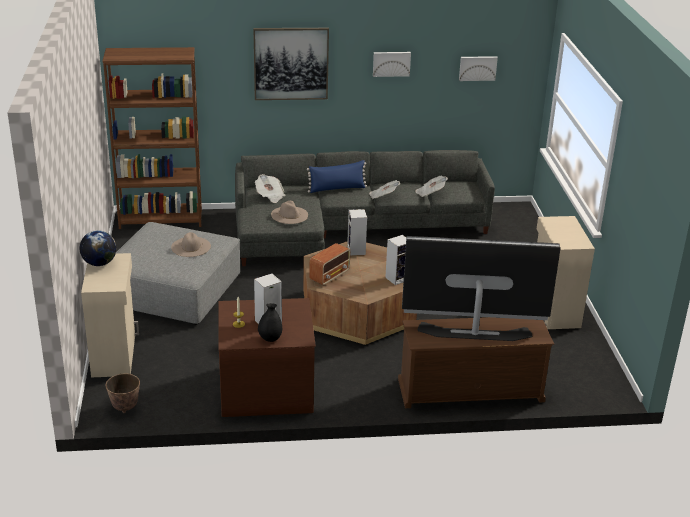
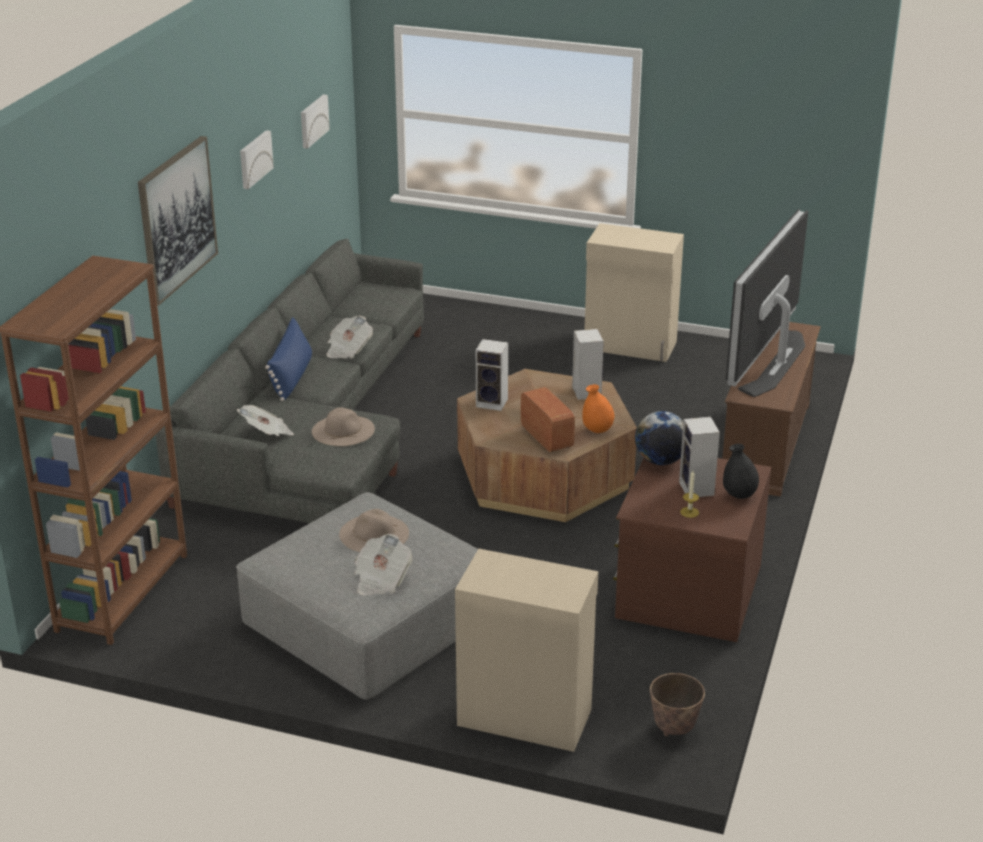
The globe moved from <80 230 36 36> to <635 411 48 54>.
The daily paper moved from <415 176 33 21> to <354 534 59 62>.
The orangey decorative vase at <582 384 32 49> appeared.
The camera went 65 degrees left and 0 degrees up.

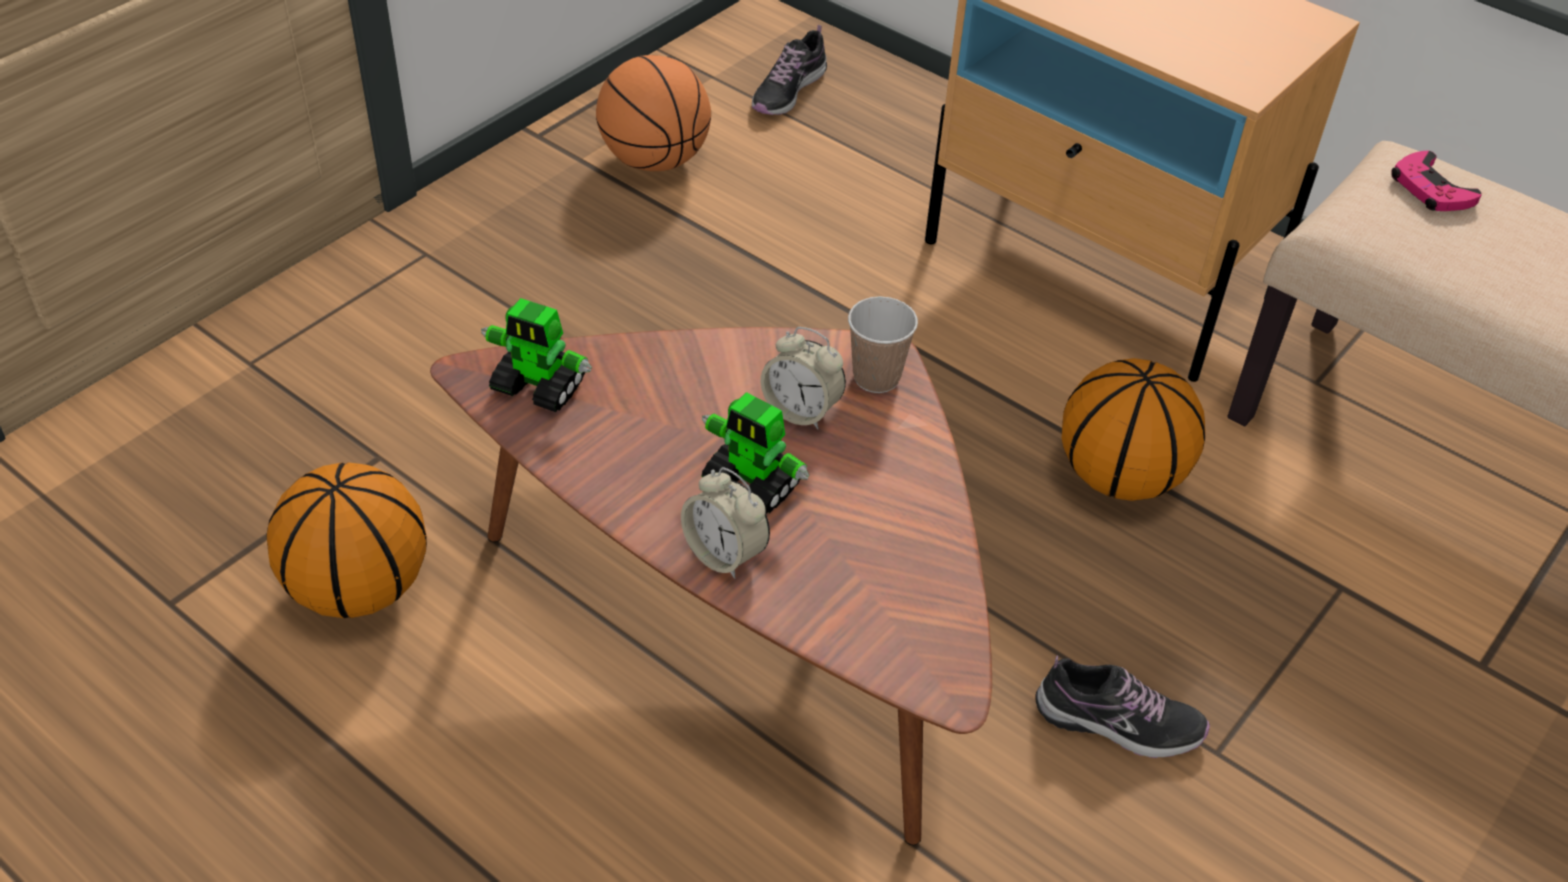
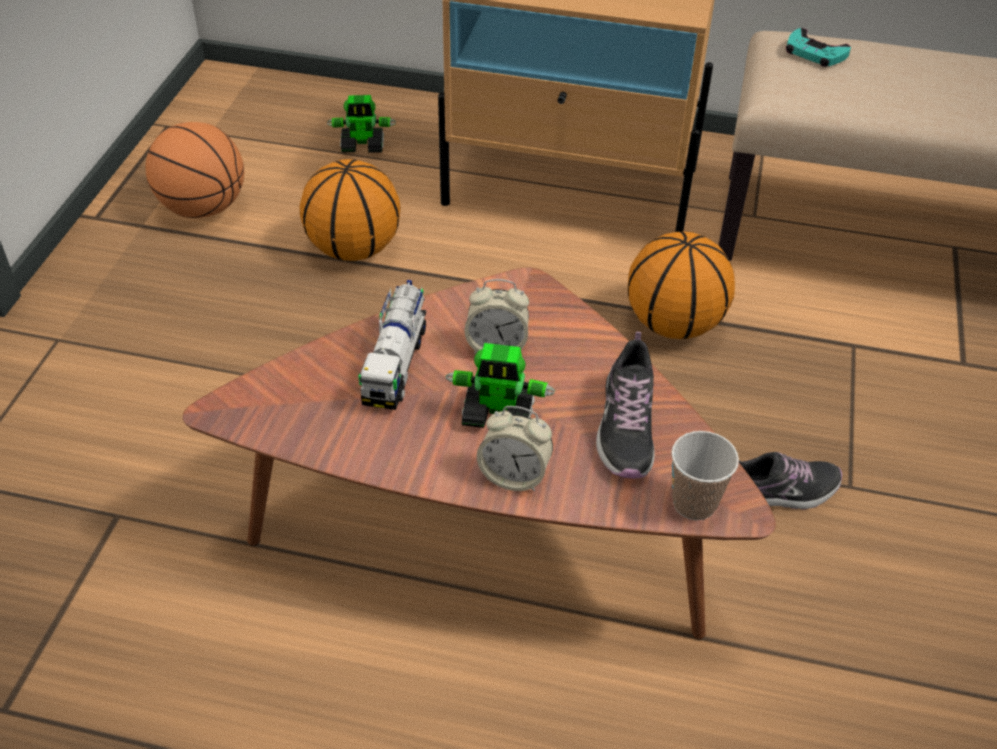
The basketball ball moved from <266 462 161 156> to <300 159 101 102>.
The robot figure moved from <481 298 111 114> to <327 95 69 58>.
The shoe moved from <752 25 75 90> to <596 332 58 147>.
The cup moved from <848 296 70 97> to <671 431 68 89>.
The pinkish game controller at <1391 151 91 60> became the blue-green game controller at <786 28 65 39>.
The toy lorry at <358 280 68 130> appeared.
The camera went 25 degrees left and 0 degrees up.

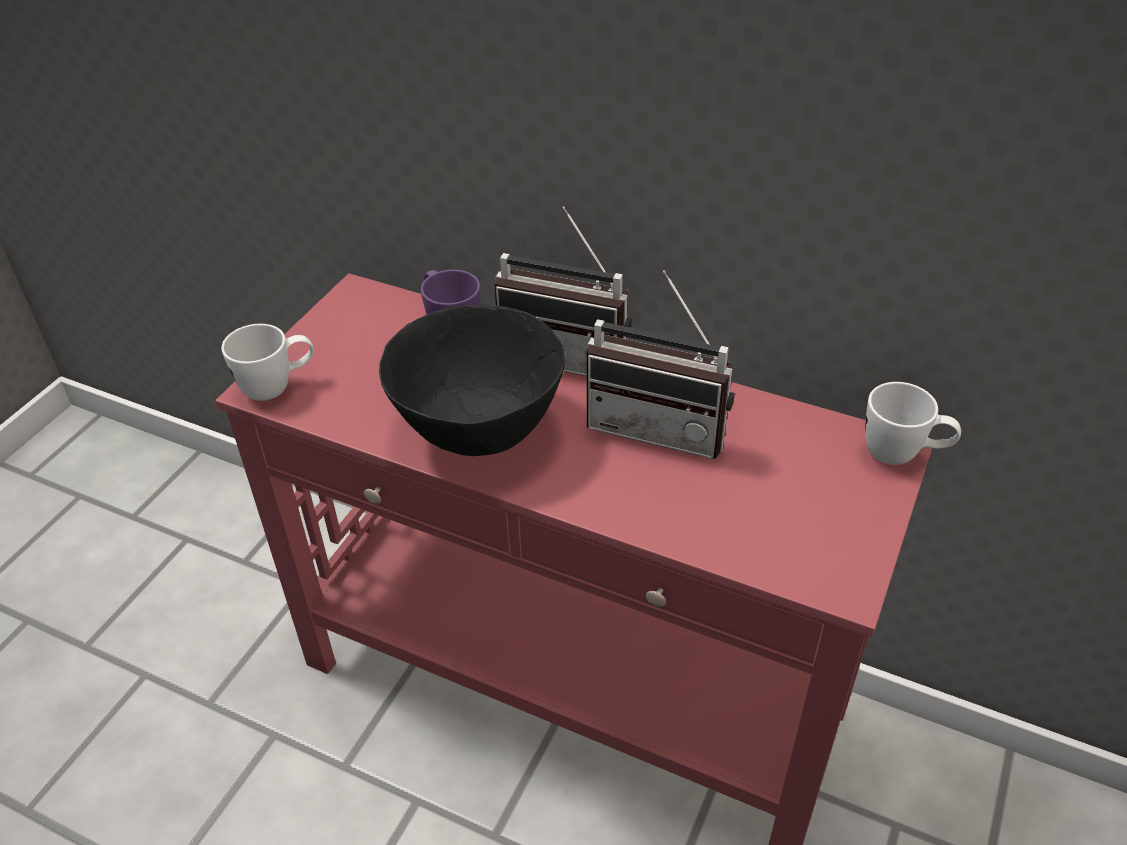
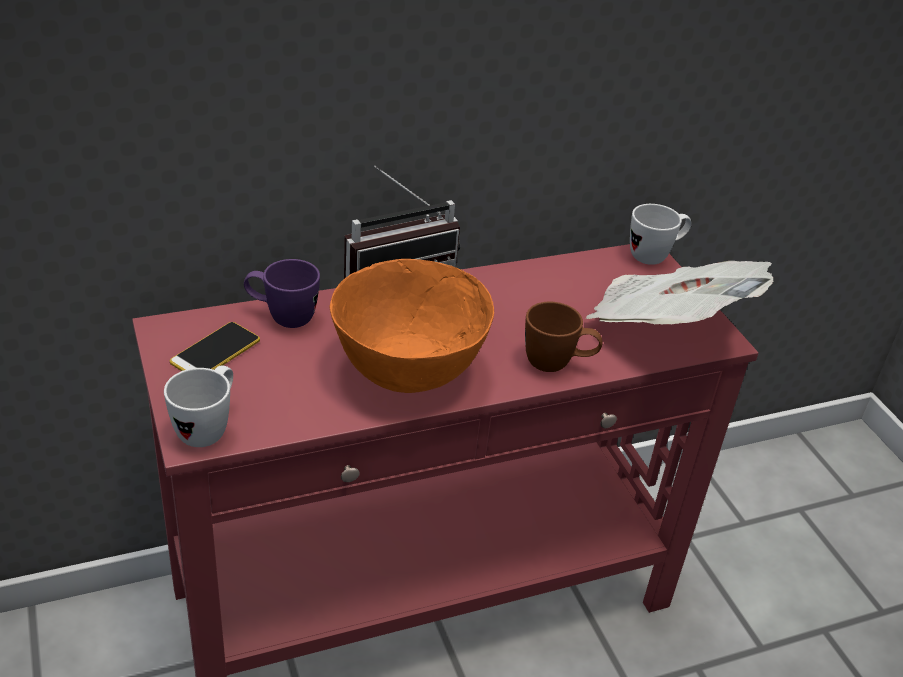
The black-coloured serving bowl at <379 305 187 151> became the orangey serving bowl at <329 259 165 134>.
The radio receiver at <587 270 148 189> disappeared.
The phone at <170 322 90 49> appeared.
The brown tea mug at <525 302 78 70> appeared.
The daily paper at <585 261 188 64> appeared.
The camera went 50 degrees left and 5 degrees down.

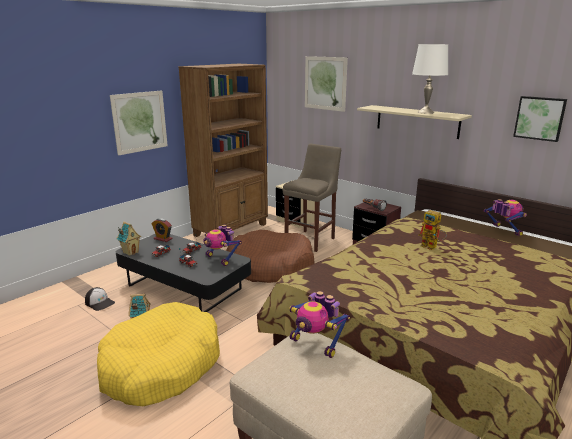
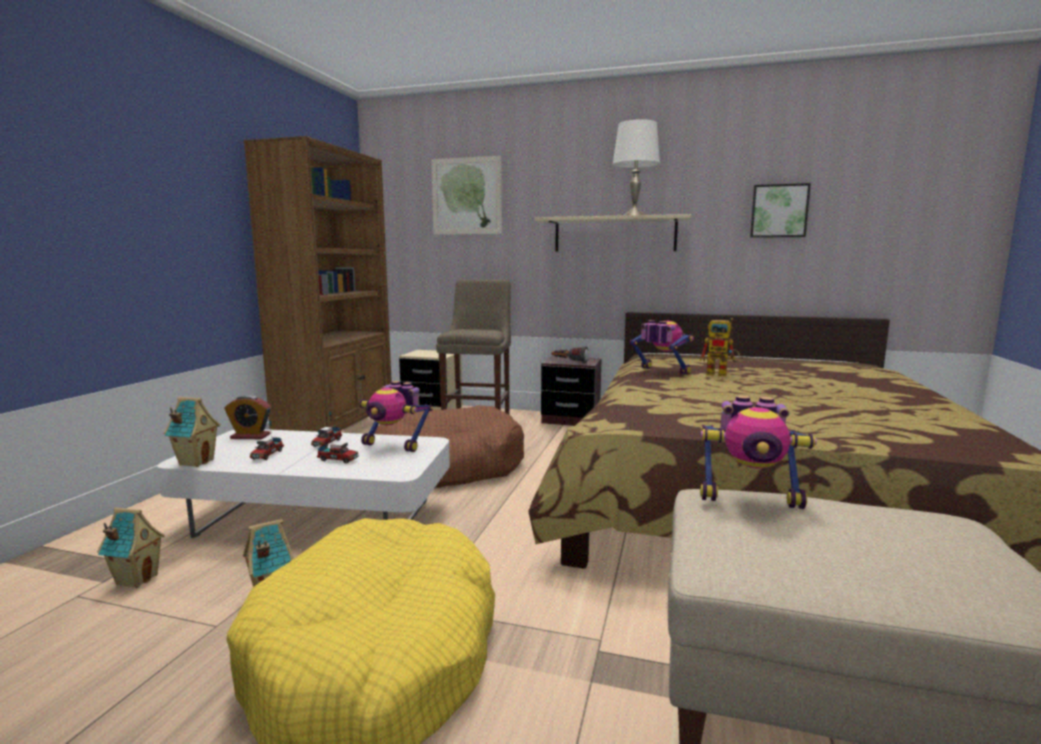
The peaked cap at <85 287 30 24> was replaced by the toy house at <97 507 68 81>.
The picture at <110 90 58 66> disappeared.
The black-coloured coffee table at <116 234 135 78> became the whitish coffee table at <157 429 293 109>.
The robot figure moved from <484 199 43 38> to <629 320 65 55>.
The camera went 25 degrees left and 10 degrees down.

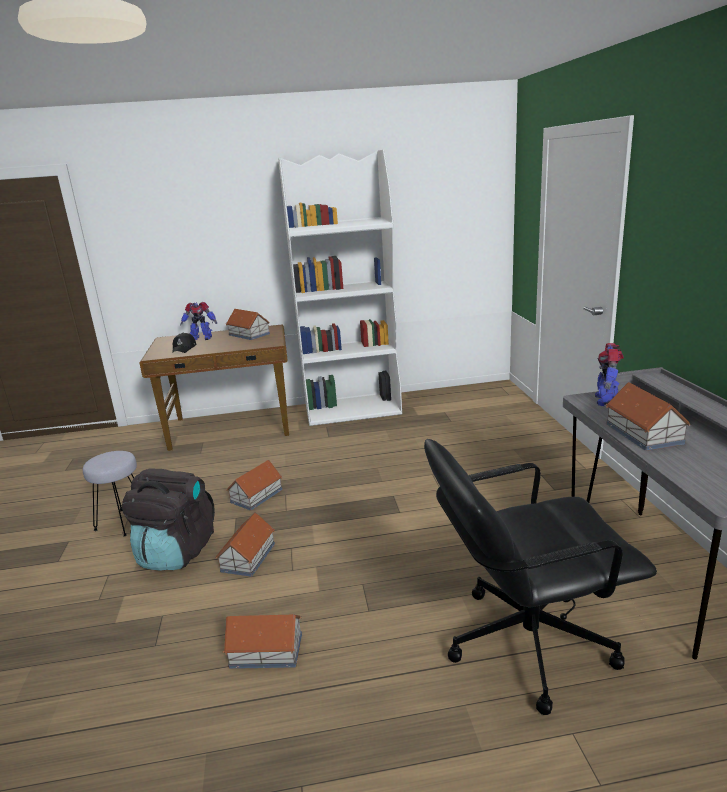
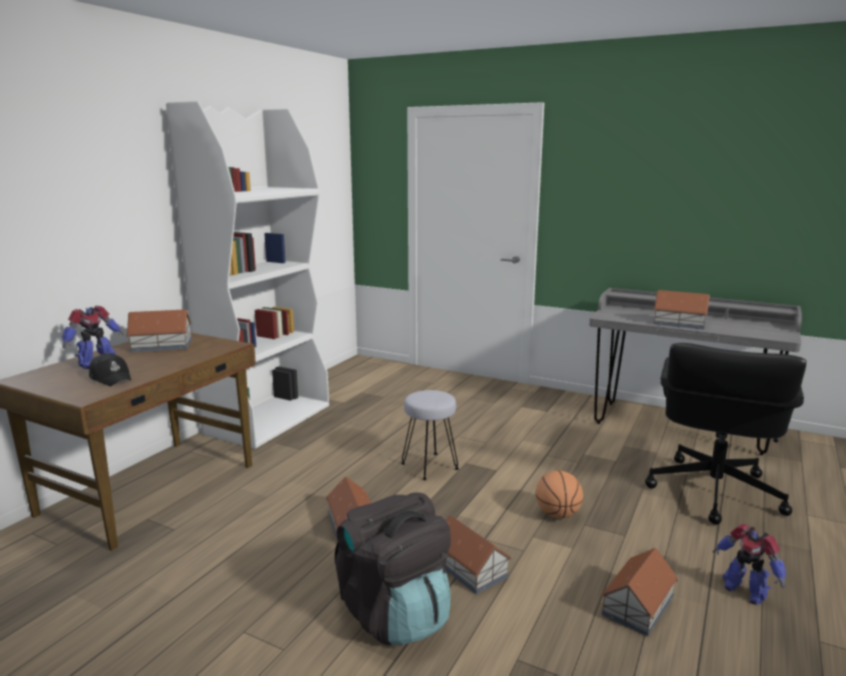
The gray sitting stool moved from <83 451 54 86> to <401 390 58 90>.
The robot figure moved from <595 343 29 63> to <712 524 75 81>.
The basketball ball at <536 470 47 48> appeared.
The camera went 55 degrees left and 5 degrees down.

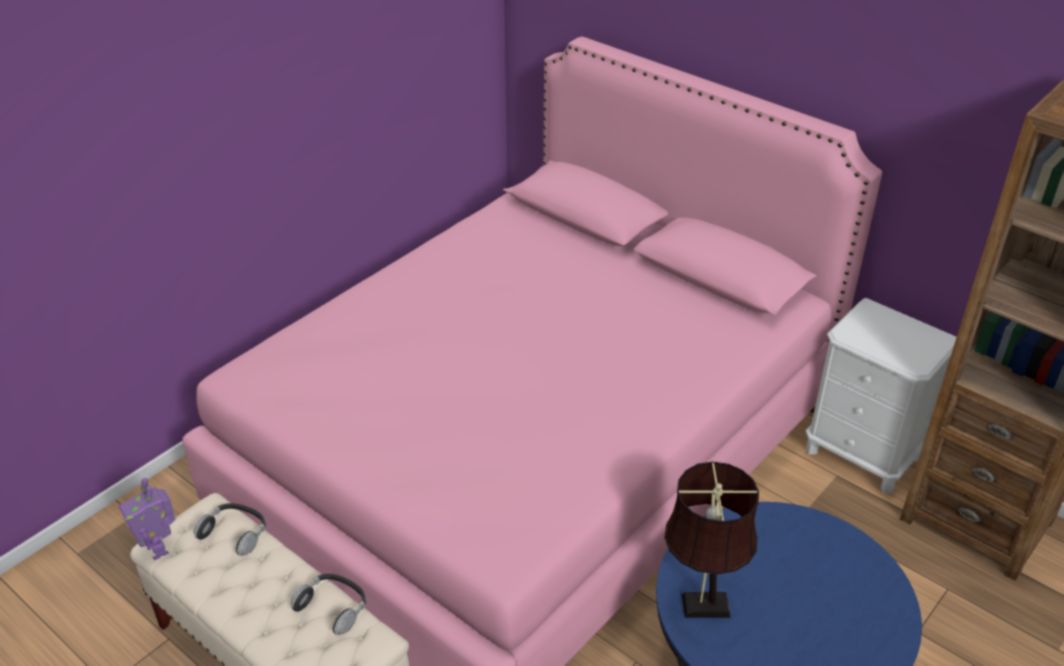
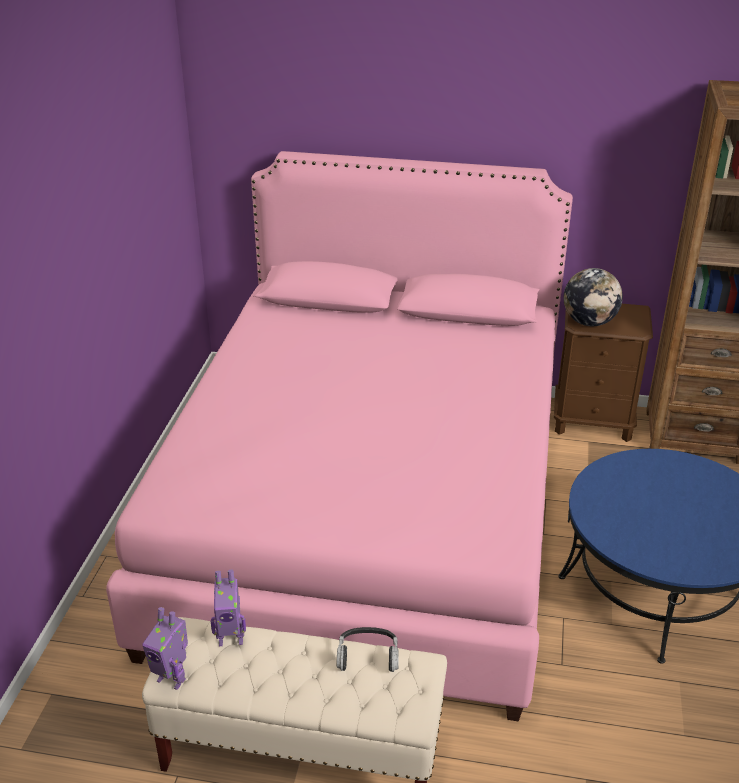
The pair of headphones at <194 503 72 53> was replaced by the robot figure at <211 570 35 76>.
The brown lamp for a table at <664 462 95 156> disappeared.
The whitish bedside table at <805 298 151 196> became the brown bedside table at <554 304 99 138>.
The globe at <563 268 60 58> appeared.
The camera went 30 degrees left and 5 degrees down.

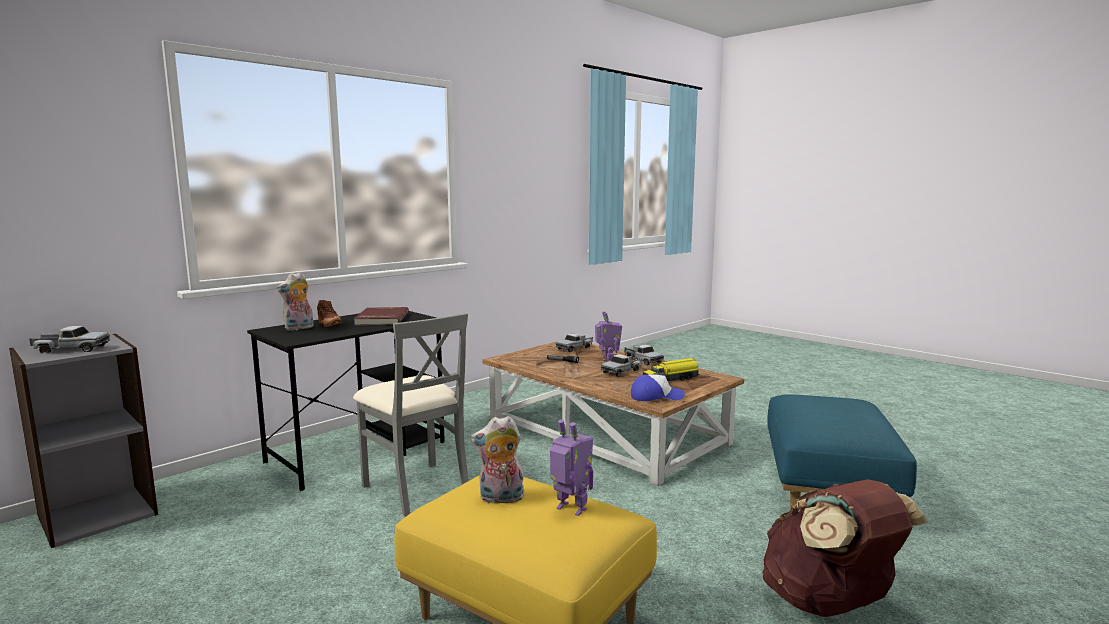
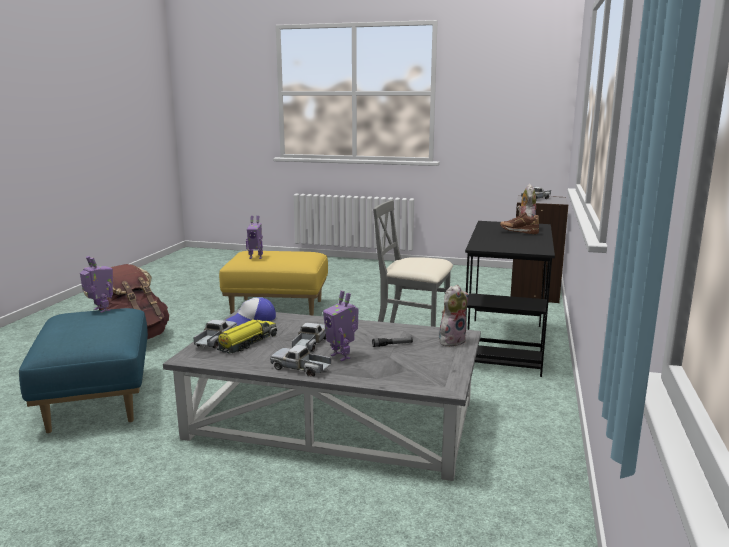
The red bound book at <354 307 55 18> disappeared.
The soft toy moved from <471 416 54 88> to <439 285 30 61>.
The brown coffee table at <483 342 261 144> became the gray coffee table at <163 309 318 172>.
The toy lorry moved from <556 333 37 19> to <193 320 45 28>.
The robot figure at <80 256 33 57> appeared.
The camera went 150 degrees right and 5 degrees up.

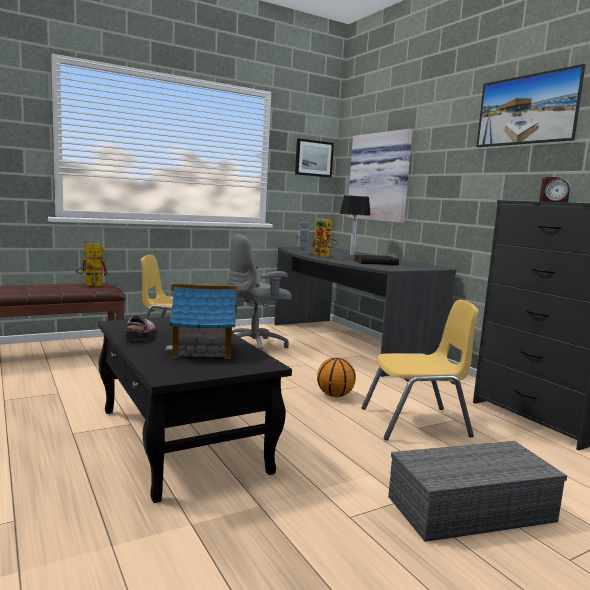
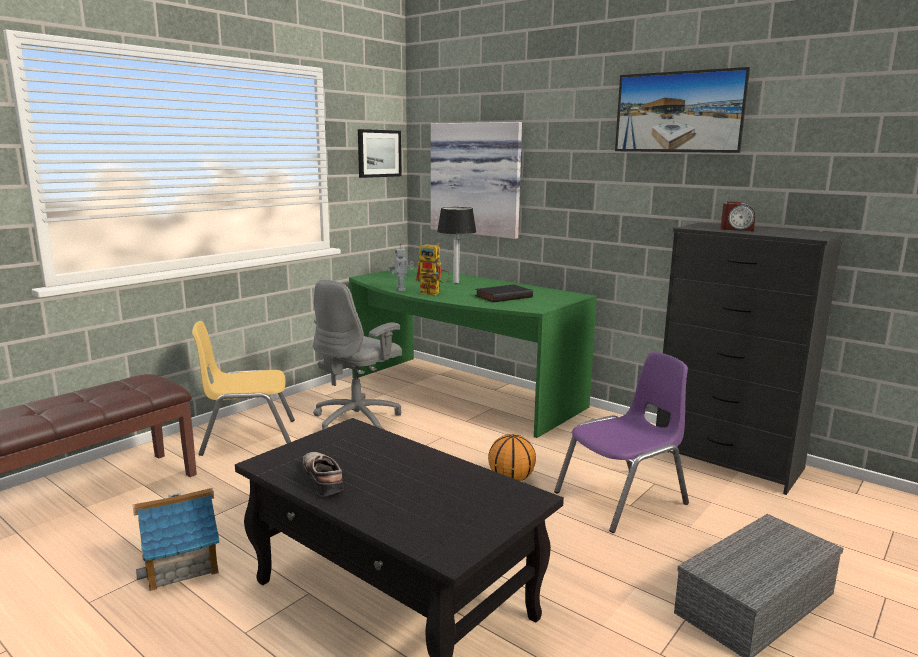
The robot figure at <76 241 32 45> disappeared.
The toy house moved from <165 283 73 76> to <133 488 86 103>.
The gray desk unit at <274 247 182 130> became the greenish desk unit at <349 266 248 172>.
The yellowish chair at <362 300 116 140> became the purplish chair at <554 352 135 181>.
The camera went 20 degrees left and 5 degrees up.

